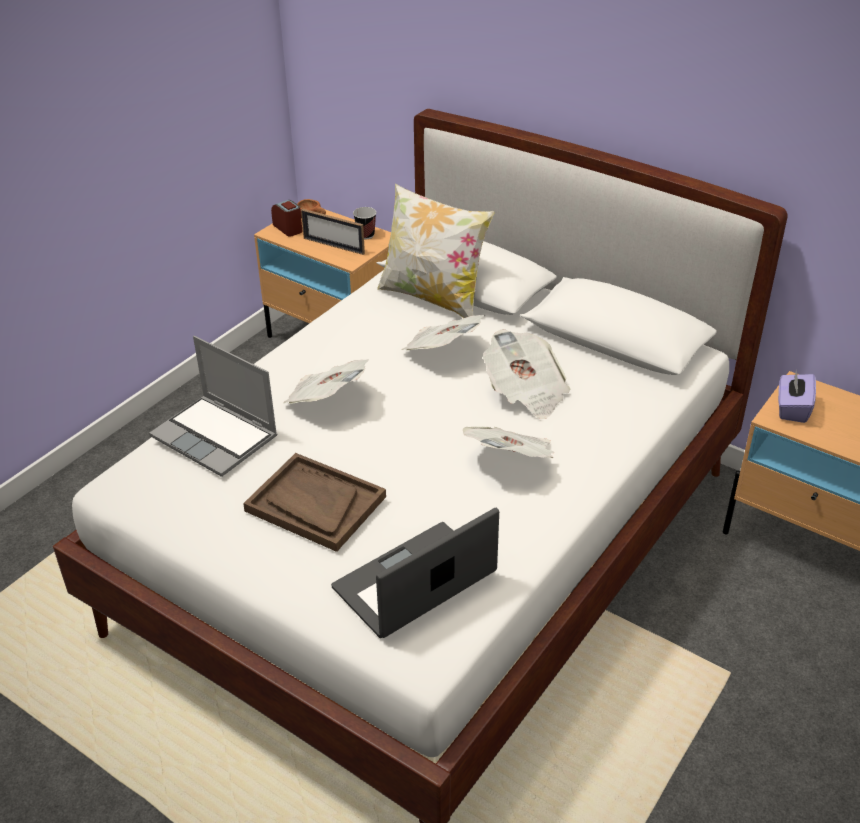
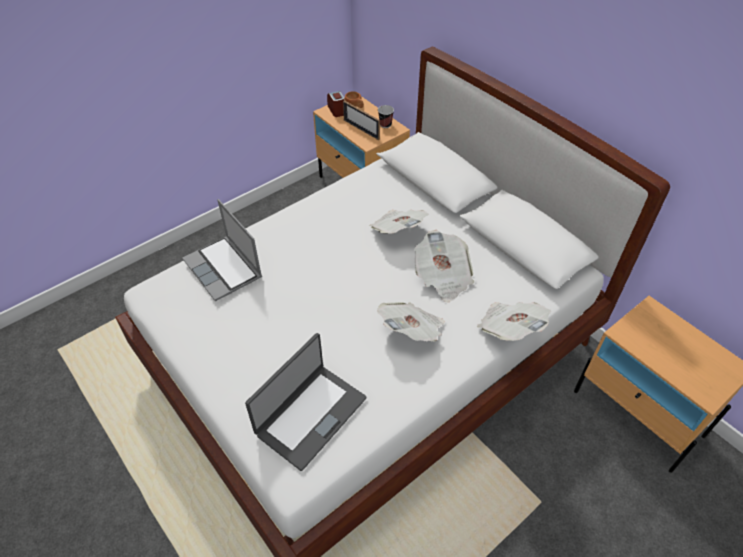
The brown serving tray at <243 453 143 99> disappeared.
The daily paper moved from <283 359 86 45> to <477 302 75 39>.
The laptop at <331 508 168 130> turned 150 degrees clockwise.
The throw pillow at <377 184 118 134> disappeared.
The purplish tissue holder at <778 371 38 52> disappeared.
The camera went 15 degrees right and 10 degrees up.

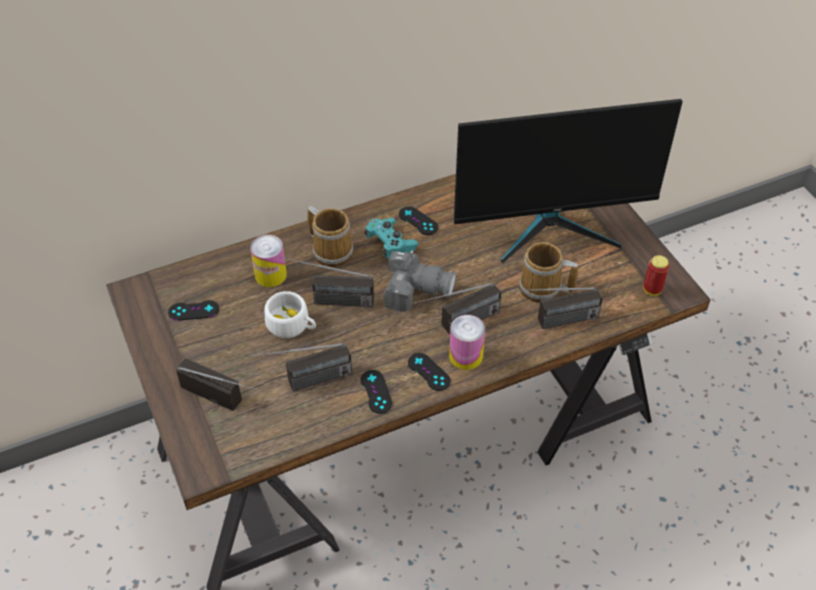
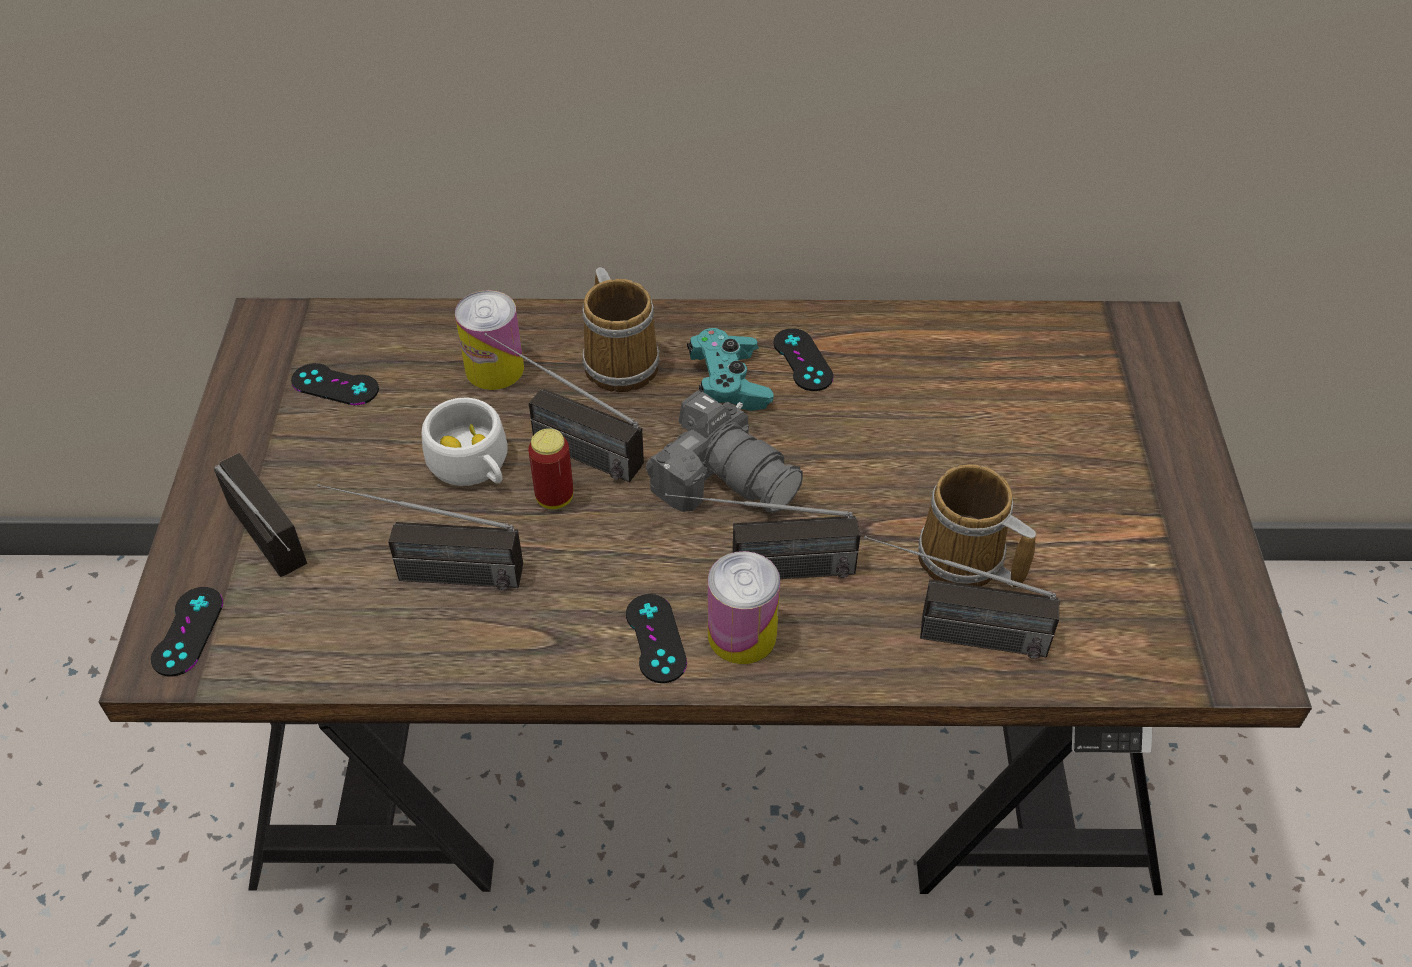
The black-coloured game controller moved from <361 370 31 44> to <151 587 72 89>.
The computer display at <454 99 229 164> disappeared.
The sealed can moved from <643 255 26 41> to <528 428 45 81>.
The camera went 25 degrees right and 0 degrees up.

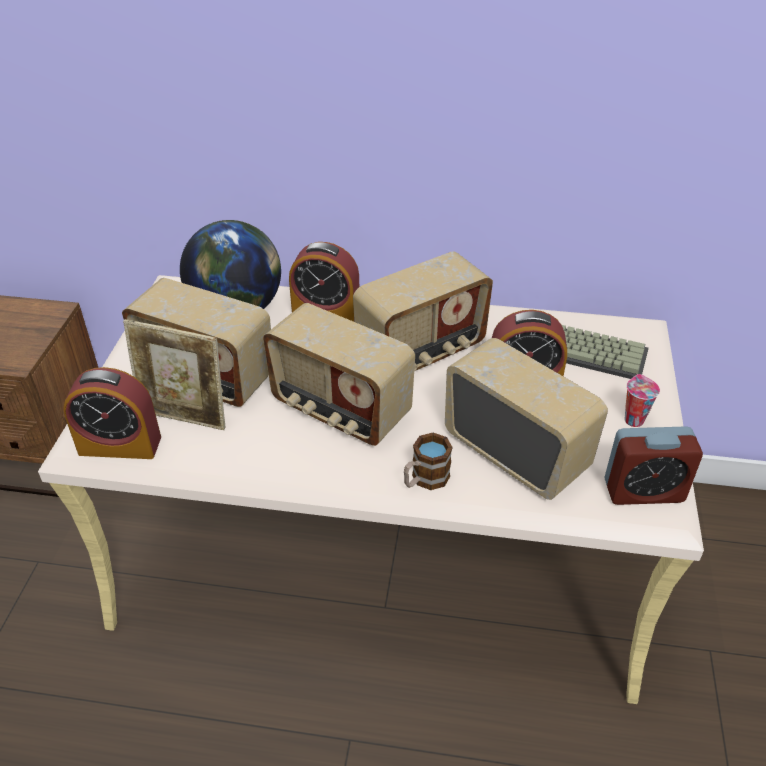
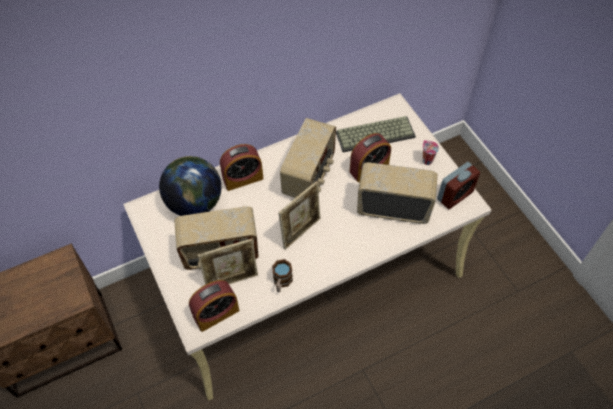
The radio receiver at <263 303 152 143> was replaced by the picture frame at <278 181 42 69>.
The tea mug moved from <404 433 49 57> to <272 259 21 33>.
The camera went 35 degrees left and 15 degrees up.

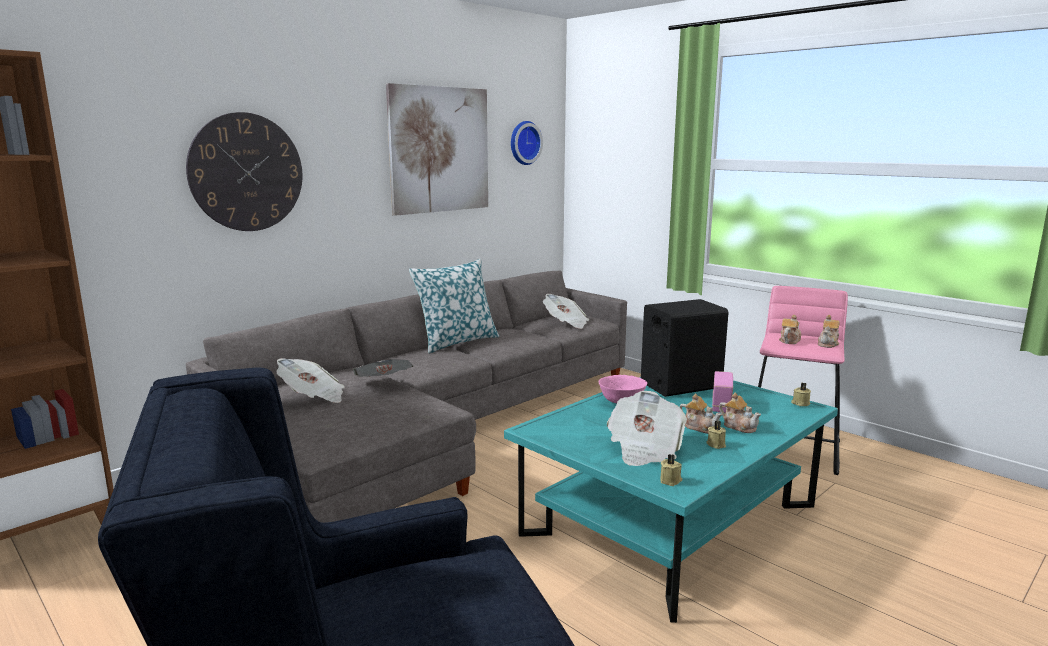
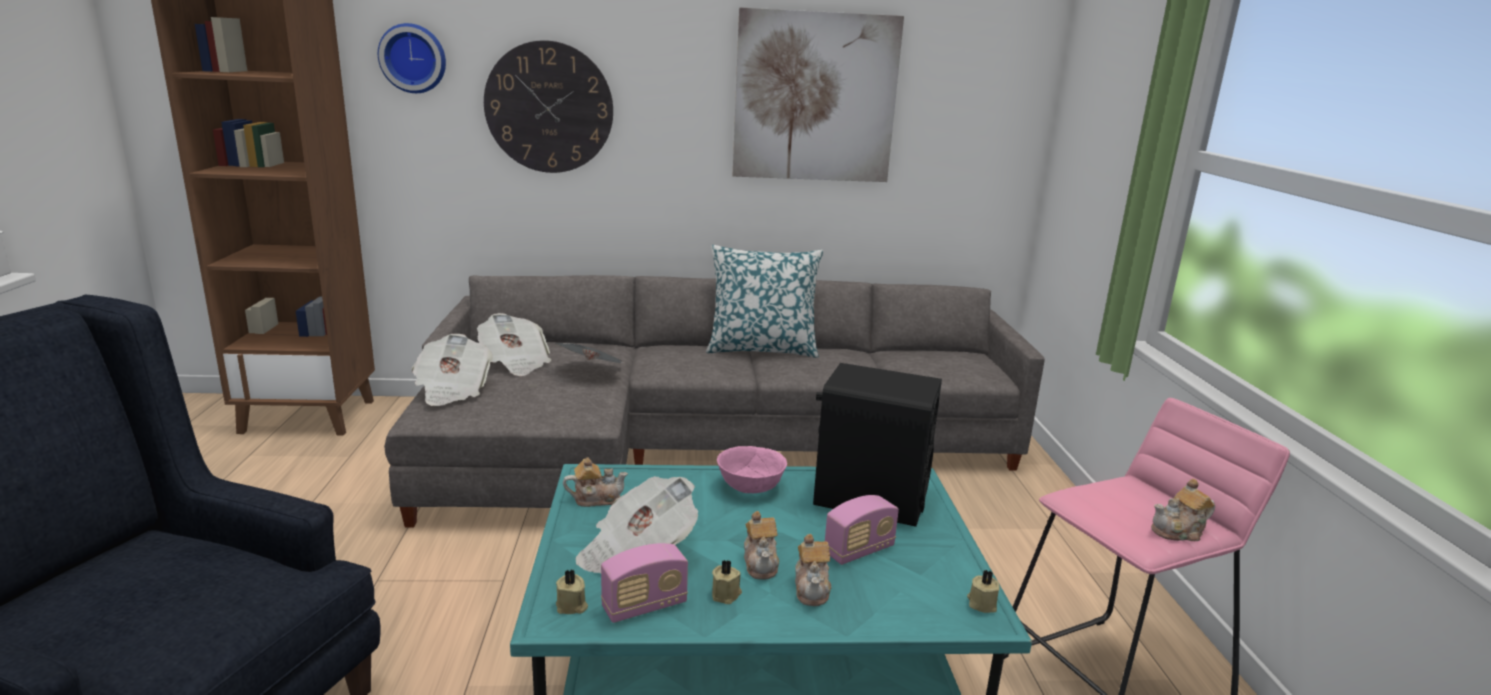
The wall clock moved from <511 121 32 44> to <378 23 68 70>.
The daily paper moved from <543 294 46 35> to <412 334 81 72>.
The pot for tea moved from <779 315 22 29> to <563 457 65 50>.
The radio receiver at <601 543 87 80> appeared.
The camera went 40 degrees right and 5 degrees up.

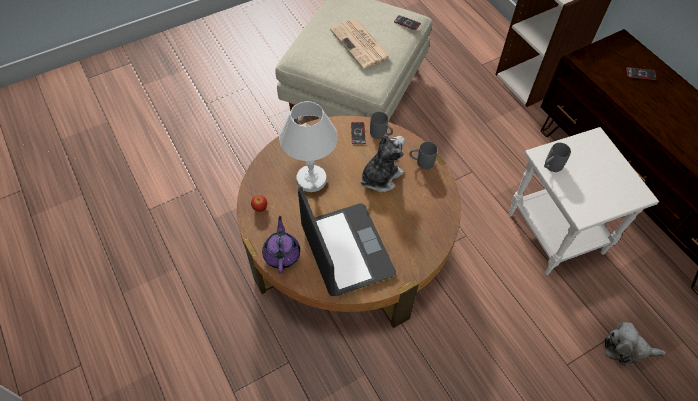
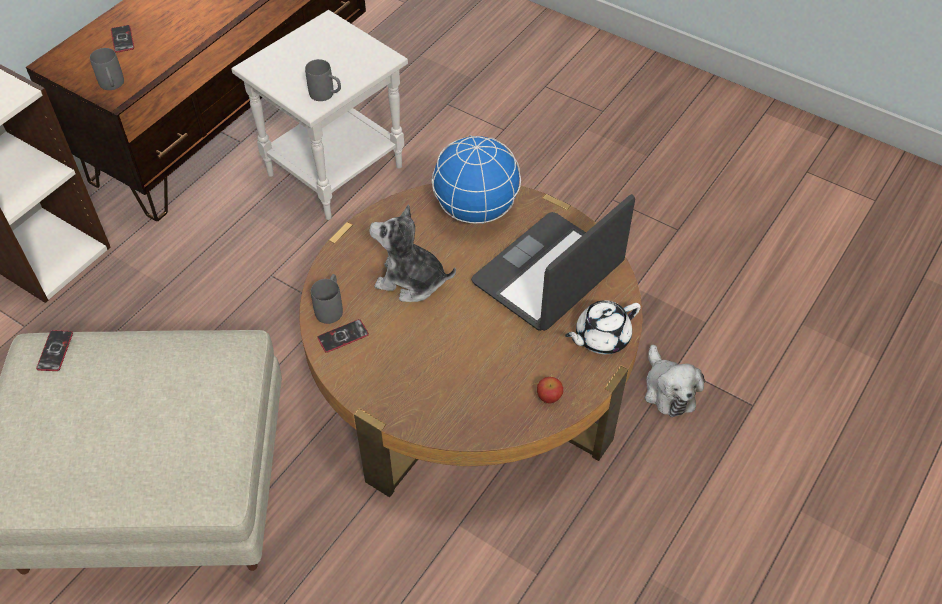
The purplish pot for tea at <262 216 38 58> became the whitish pot for tea at <565 300 76 54>.
The whitish lamp for a table at <279 101 59 91> disappeared.
The daily paper at <330 19 61 50> disappeared.
The gray tea mug moved from <409 142 28 28> to <90 48 34 42>.
The soft toy moved from <604 322 62 44> to <645 345 60 72>.
The globe at <432 135 89 89> appeared.
The camera went 115 degrees left and 5 degrees down.

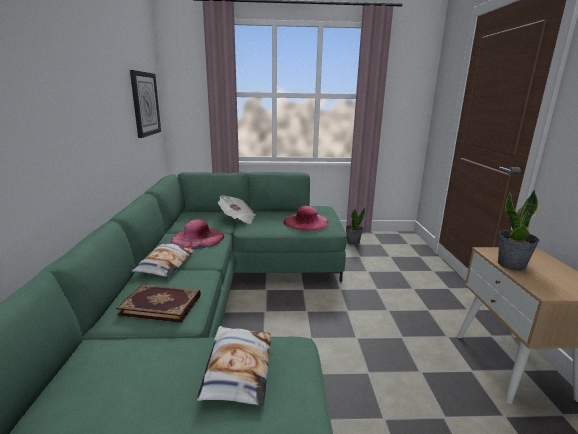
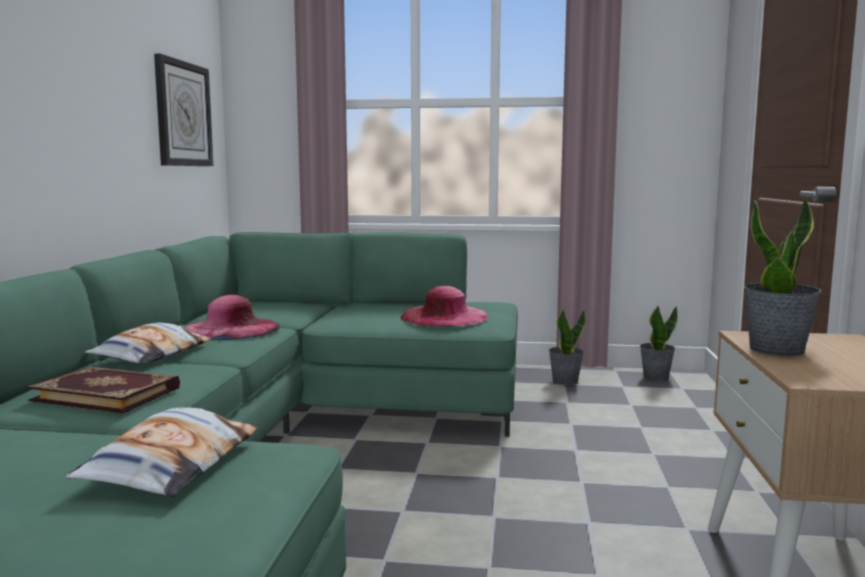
The daily paper at <218 195 38 29> disappeared.
The potted plant at <640 306 38 74> appeared.
The camera went 10 degrees right and 10 degrees down.

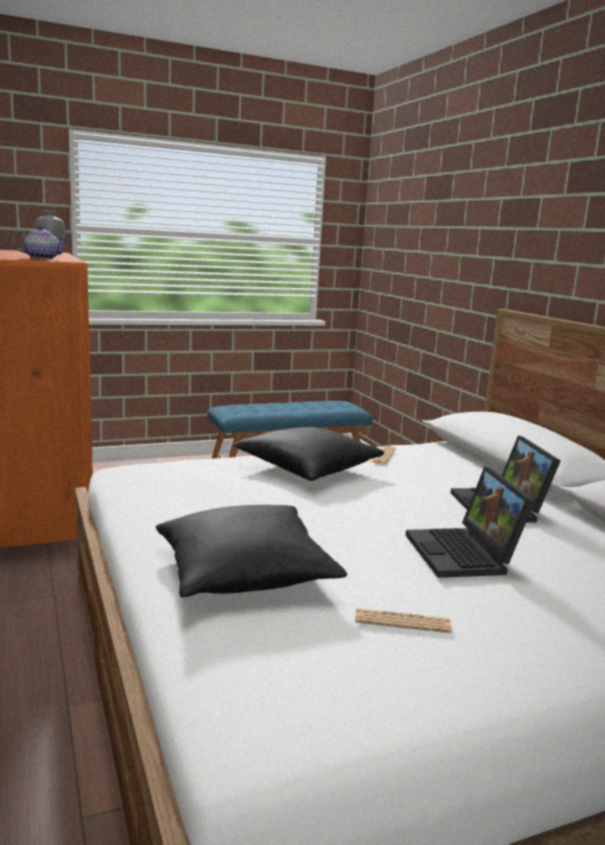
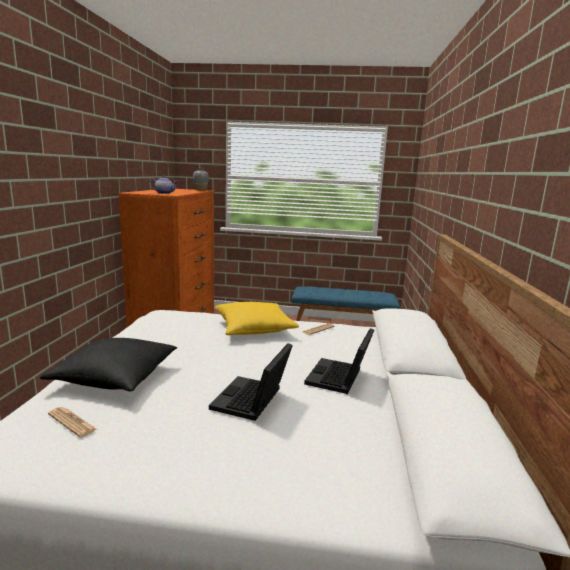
The black-coloured throw pillow at <233 427 151 54> became the yellowish throw pillow at <215 302 84 33>.
The daily paper moved from <355 608 97 25> to <48 407 50 30>.
The camera went 30 degrees right and 0 degrees up.

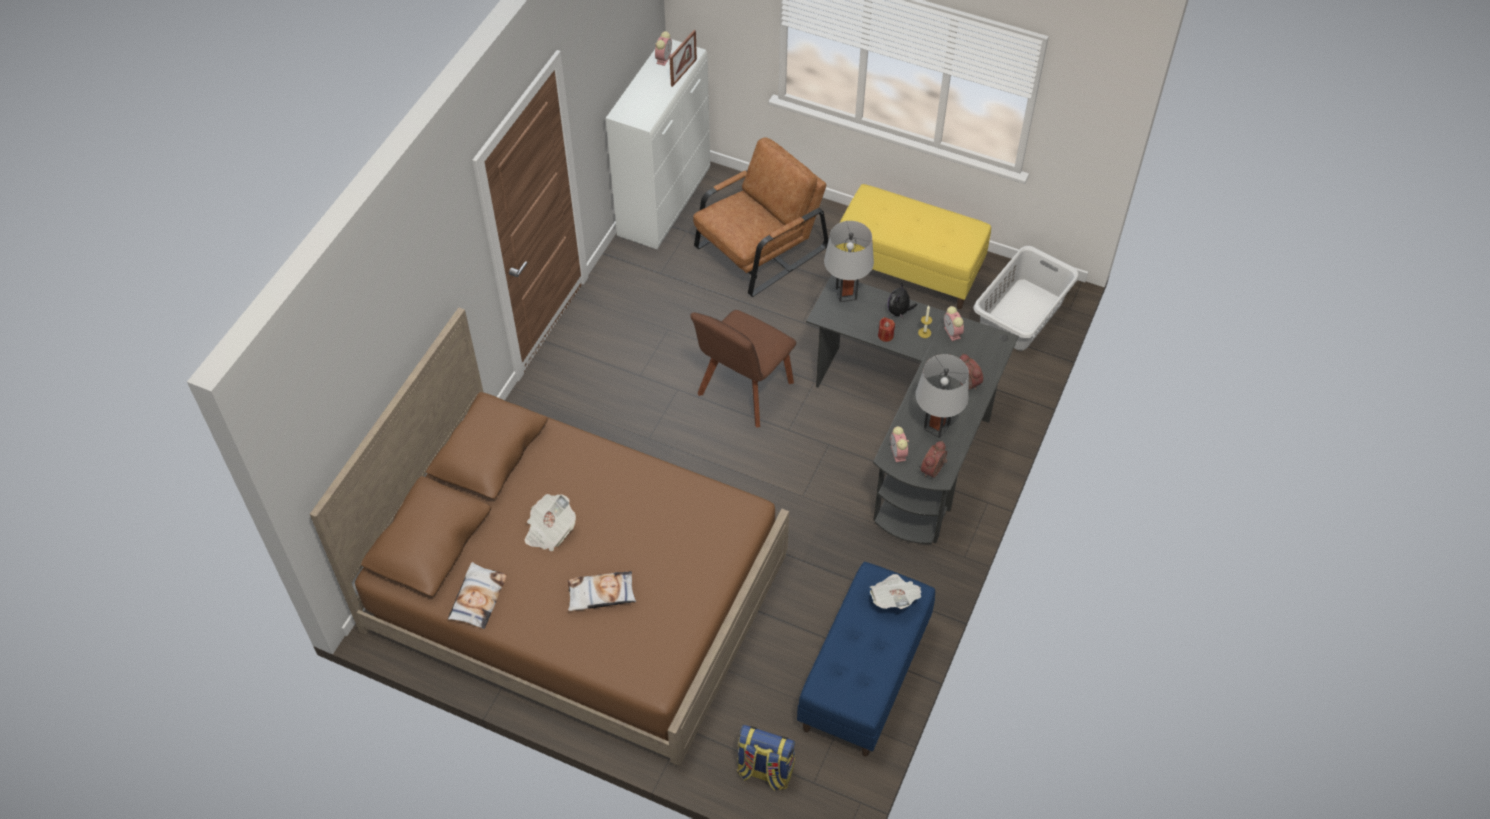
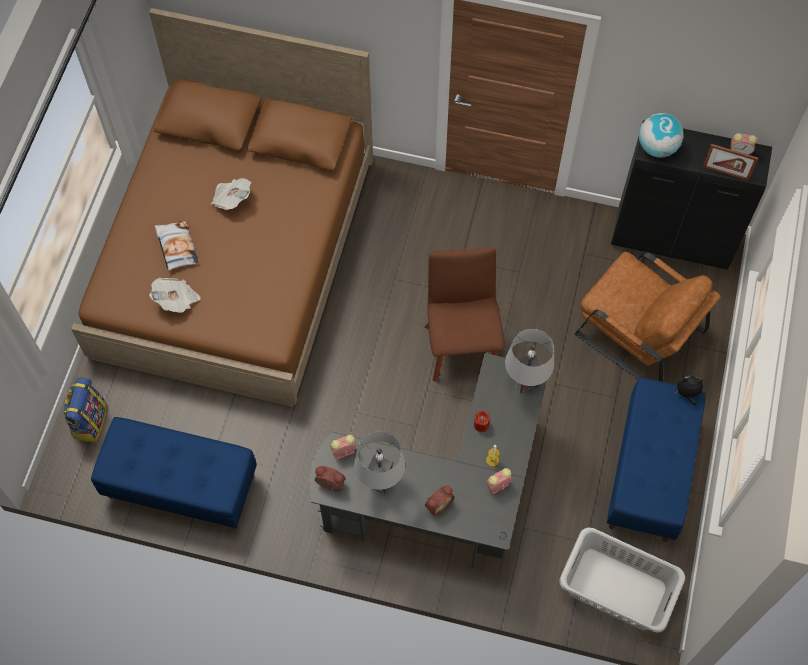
The throw pillow at <448 562 59 67> disappeared.
The whitish cabinet at <606 39 104 210> became the black-coloured cabinet at <611 120 161 150>.
The brown chair at <690 310 106 118> turned 60 degrees clockwise.
The yellowish indoor bench at <836 184 155 125> became the blue indoor bench at <607 378 98 164>.
The daily paper moved from <870 574 51 35> to <149 278 52 35>.
The soft toy moved from <888 284 29 34> to <675 375 28 30>.
The globe at <639 113 45 45> appeared.
The camera went 80 degrees right and 10 degrees up.

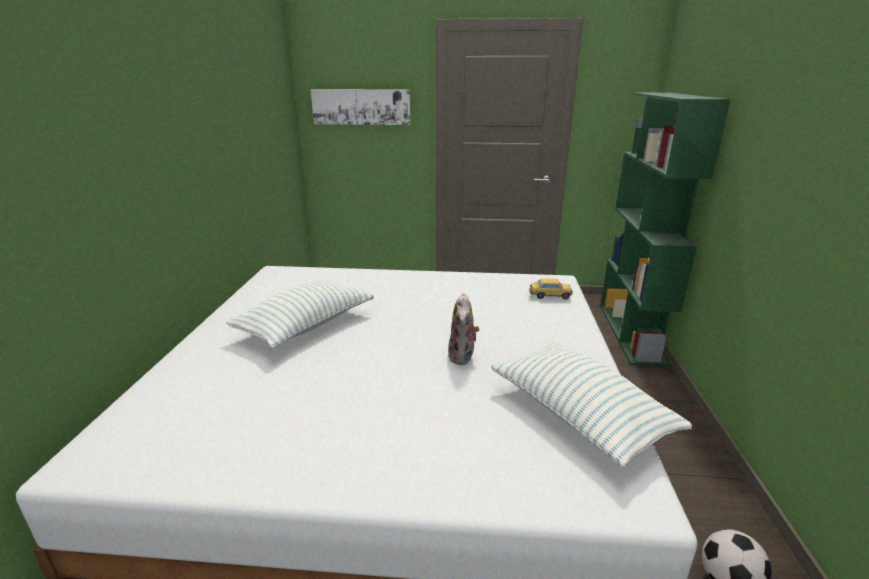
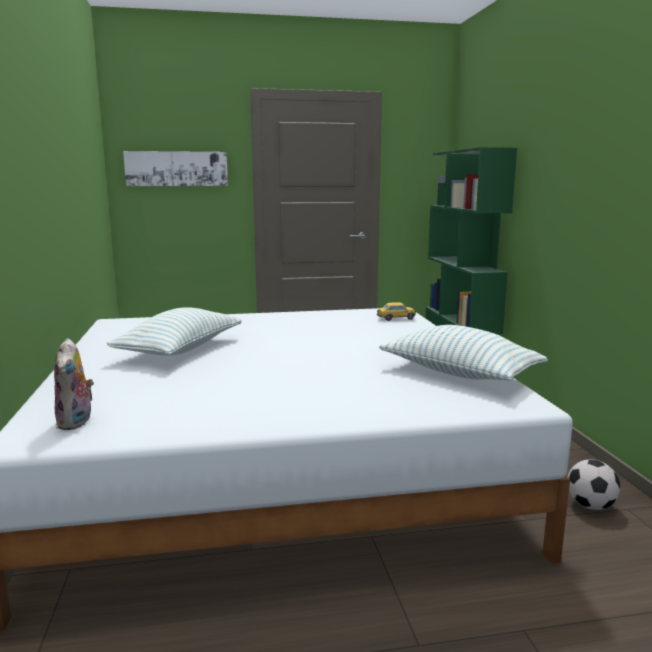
The soft toy moved from <448 293 32 72> to <54 338 40 92>.
The camera went 15 degrees left and 10 degrees down.

